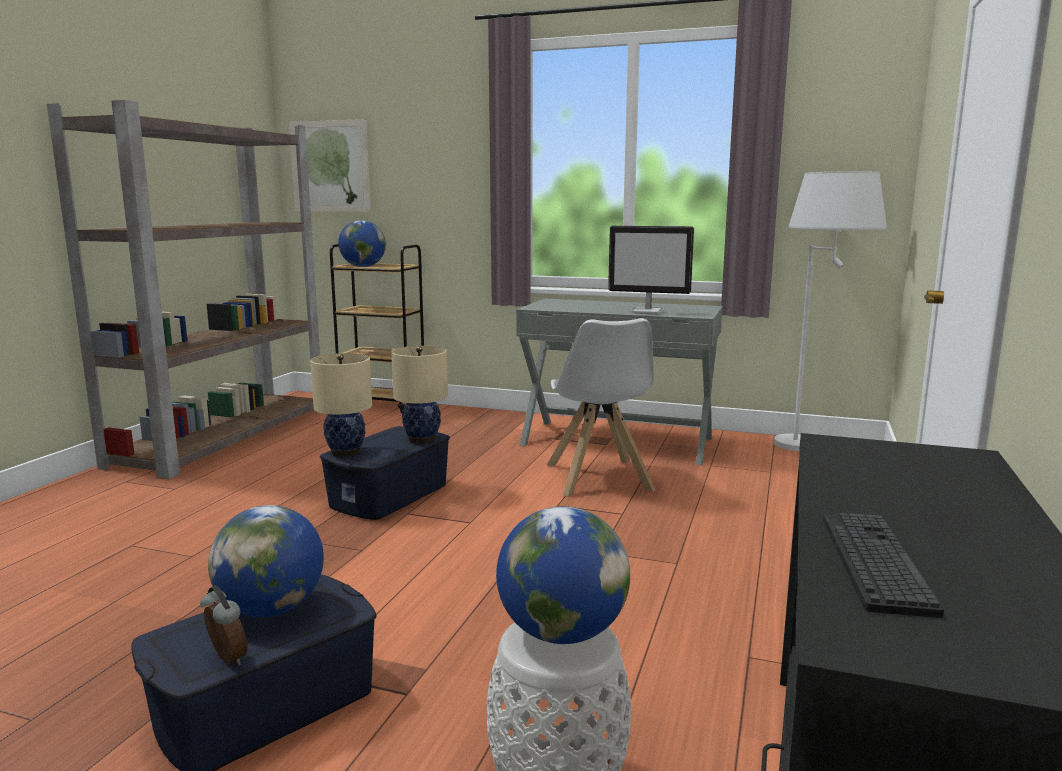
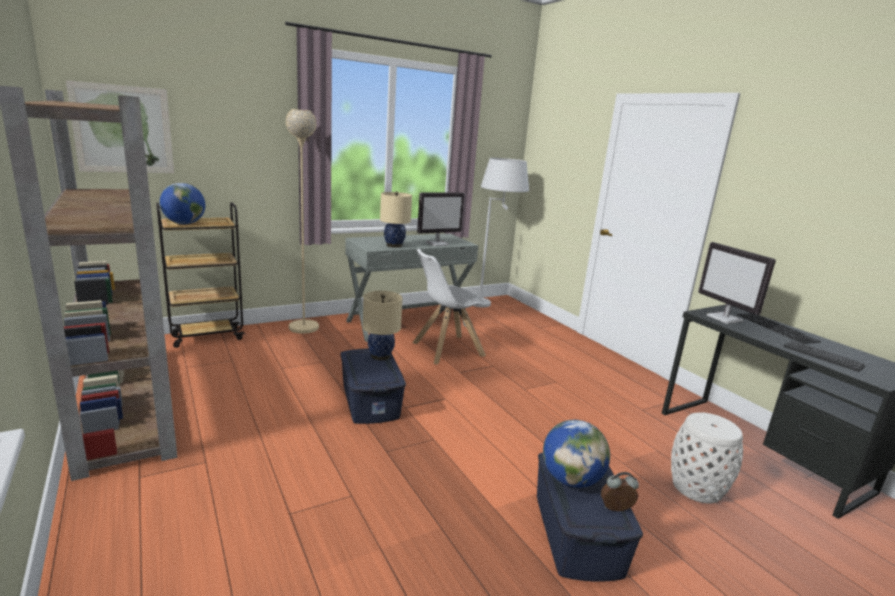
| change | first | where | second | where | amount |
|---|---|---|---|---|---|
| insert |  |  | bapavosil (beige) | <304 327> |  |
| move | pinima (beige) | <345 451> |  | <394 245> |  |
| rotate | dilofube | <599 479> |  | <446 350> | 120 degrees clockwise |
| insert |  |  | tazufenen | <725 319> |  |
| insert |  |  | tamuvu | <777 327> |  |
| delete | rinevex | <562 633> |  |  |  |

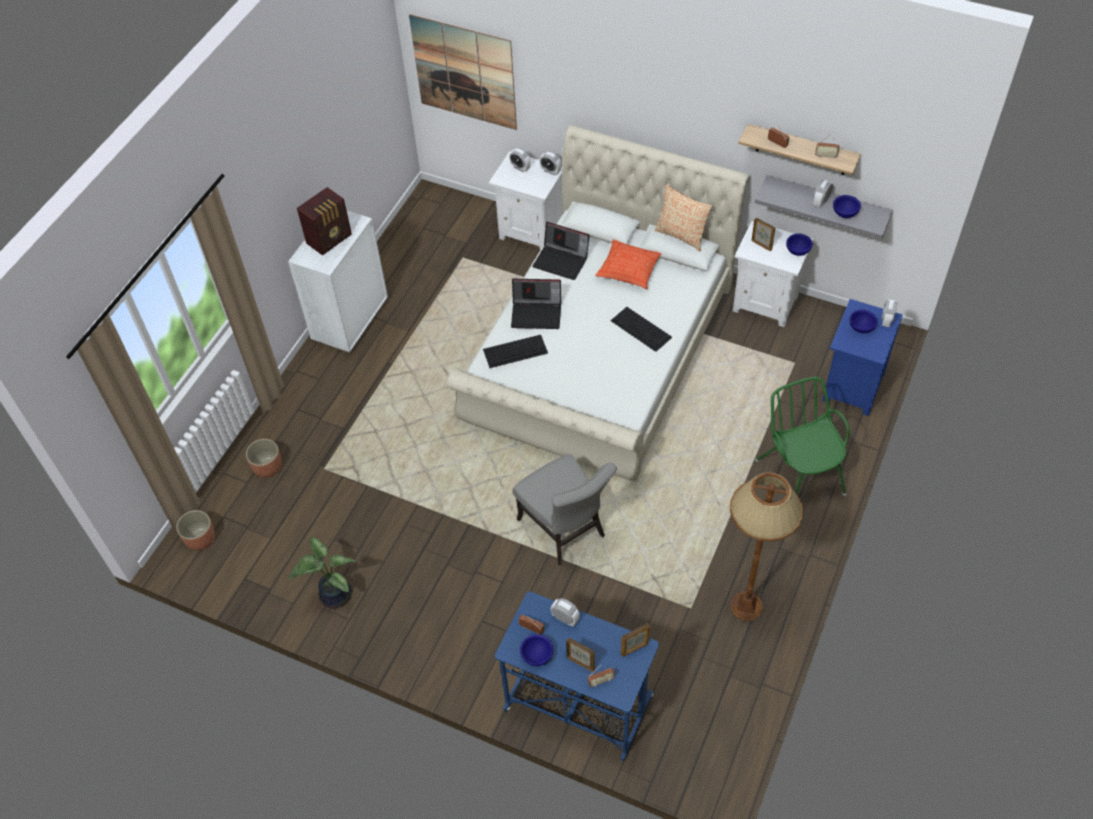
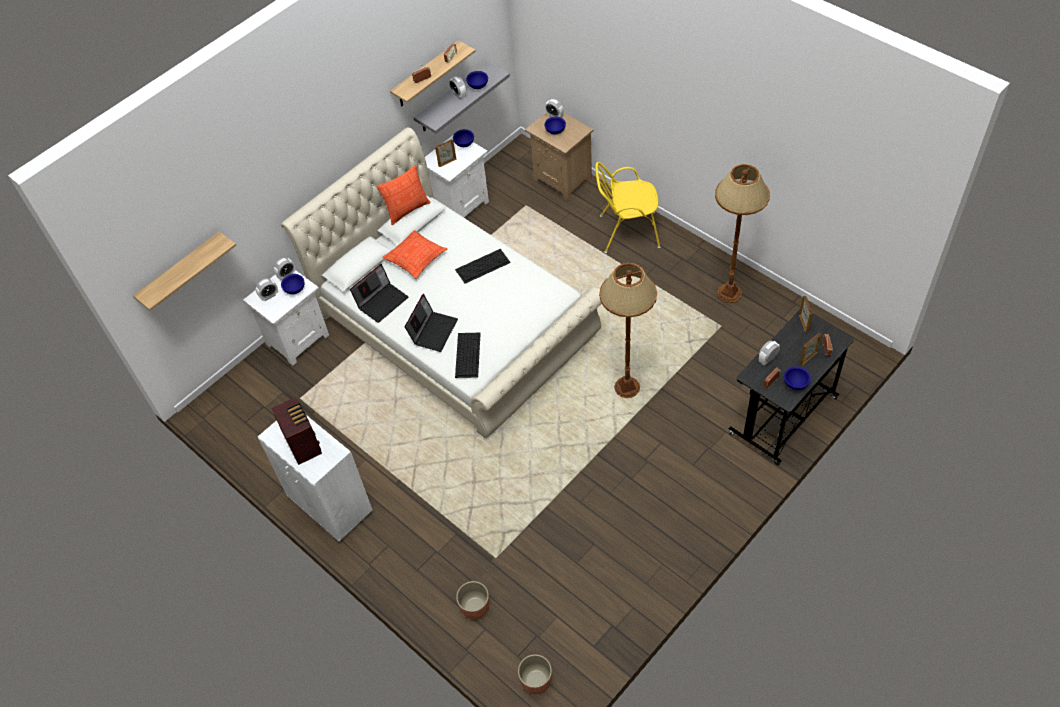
| change | first | where | second | where | amount |
|---|---|---|---|---|---|
| replace | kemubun | <464 72> | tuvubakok | <181 272> |  |
| insert |  |  | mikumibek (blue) | <294 289> |  |
| recolor | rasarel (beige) | <681 236> | rasarel (orange) | <407 210> |  |
| recolor | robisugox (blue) | <851 387> | robisugox (beige) | <562 180> |  |
| recolor | dilofube (green) | <799 473> | dilofube (yellow) | <626 231> |  |
| replace | dilofube (grey) | <565 530> | bapavosil (brown) | <627 388> |  |
| recolor | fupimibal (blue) | <577 703> | fupimibal (black) | <783 416> |  |
| delete | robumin | <333 595> |  |  |  |

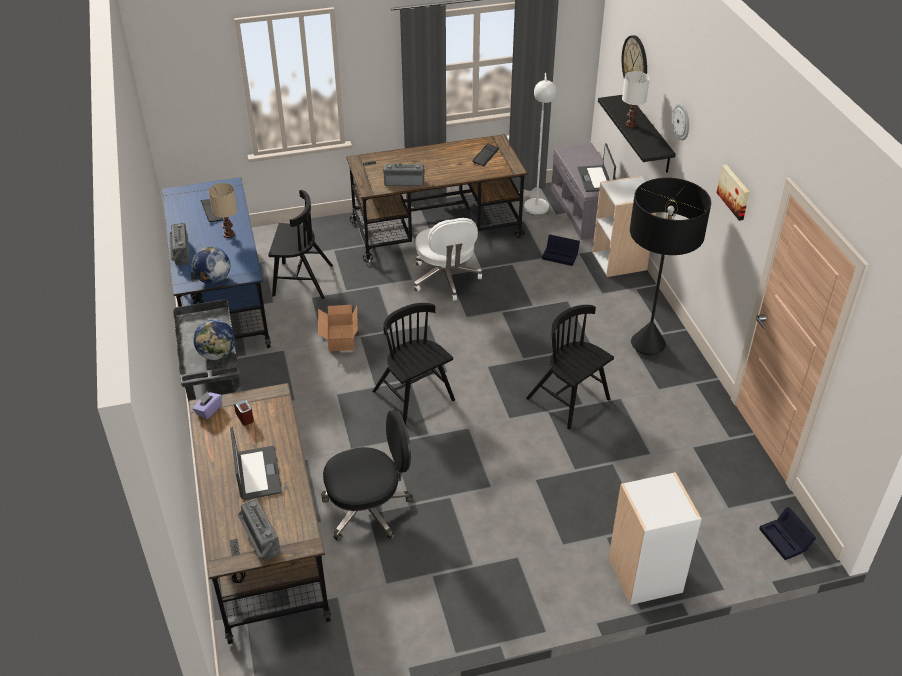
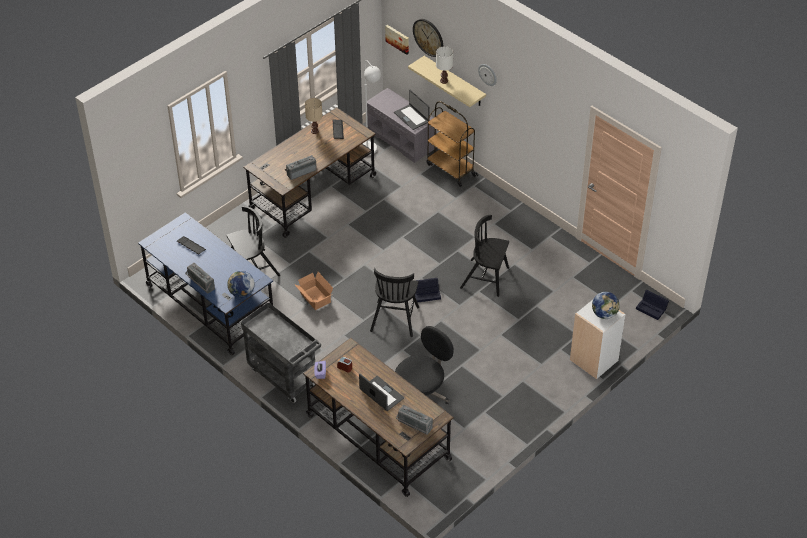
| change | first | where | second | where | amount |
|---|---|---|---|---|---|
| move | pinima (beige) | <229 235> |  | <315 131> |  |
| rotate | dilofube (black) | <416 398> |  | <395 316> | 105 degrees counterclockwise |
| move | kemubun | <734 192> |  | <398 39> |  |
| recolor | tuvubakok (black) | <649 134> | tuvubakok (beige) | <454 82> |  |
| move | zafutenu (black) | <561 255> |  | <427 293> |  |
| replace | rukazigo | <619 261> | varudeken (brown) | <450 169> |  |
| move | rinevex | <217 354> |  | <604 314> |  |
| delete | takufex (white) | <446 279> |  |  |  |
| delete | bapavosil (black) | <647 346> |  |  |  |

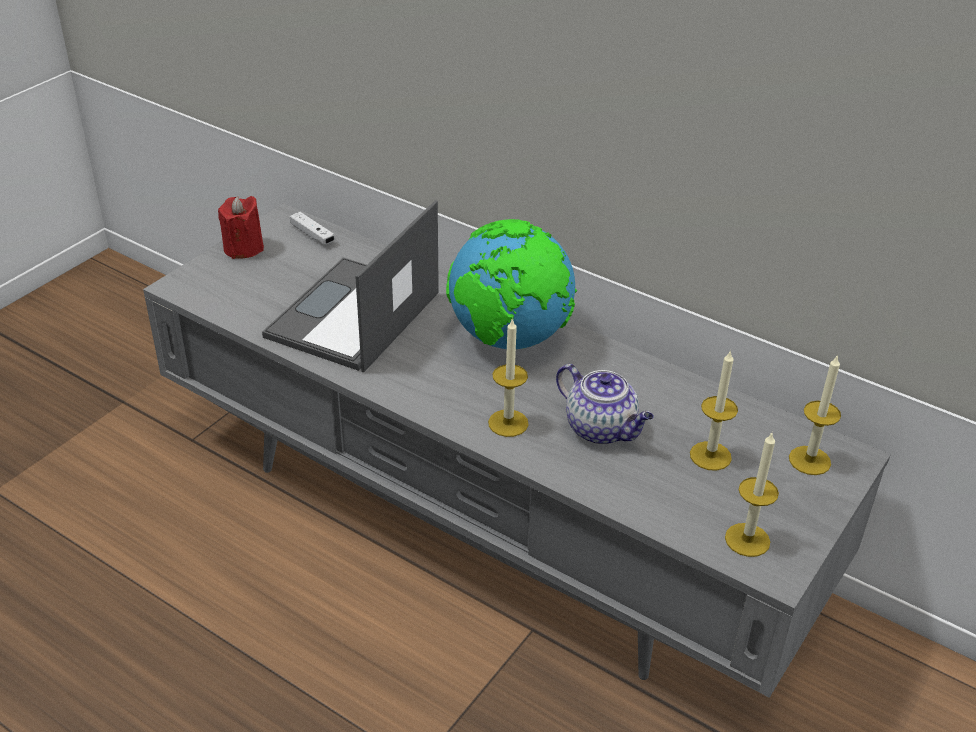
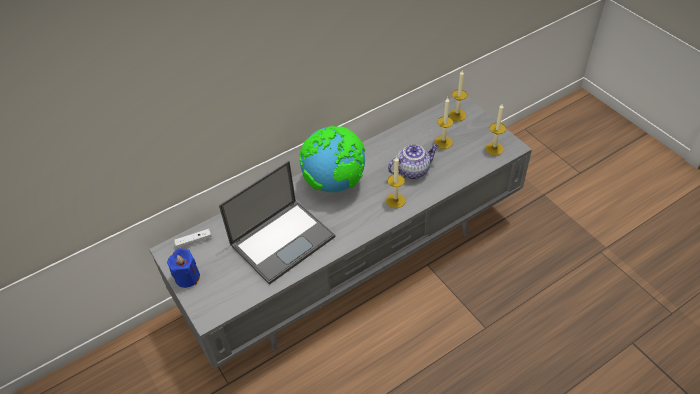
| change | first | where | second | where | amount |
|---|---|---|---|---|---|
| recolor | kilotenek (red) | <243 248> | kilotenek (blue) | <187 277> |  |
| rotate | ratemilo | <353 316> |  | <283 240> | 90 degrees counterclockwise |

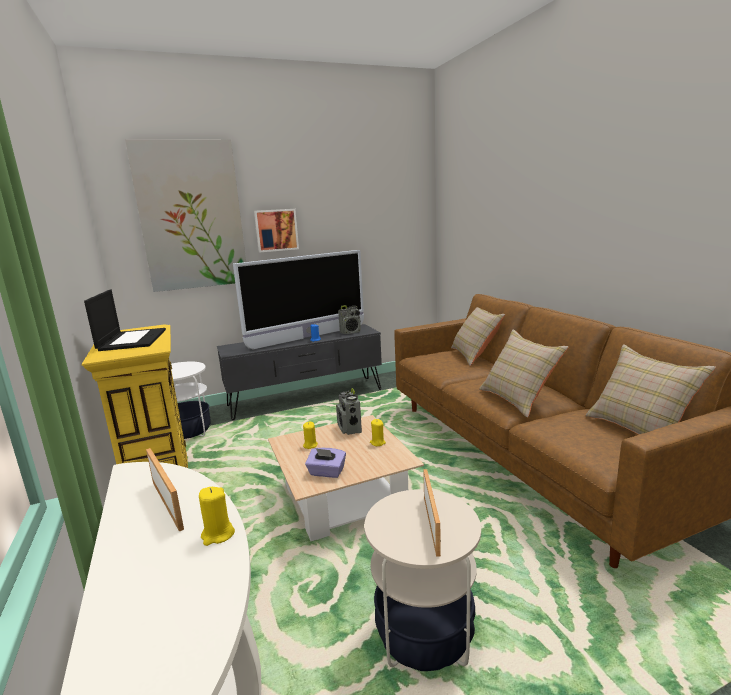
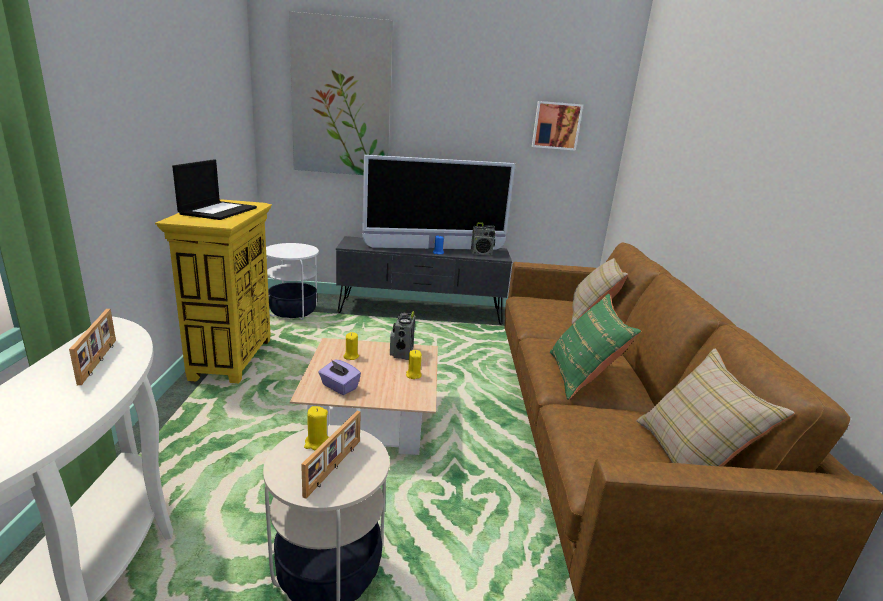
| change | first | where | second | where | amount |
|---|---|---|---|---|---|
| move | kilotenek (yellow) | <218 535> |  | <317 443> |  |
| move | kemubun | <276 230> |  | <556 125> |  |
| recolor | rasarel (beige) | <518 399> | rasarel (green) | <582 377> |  |

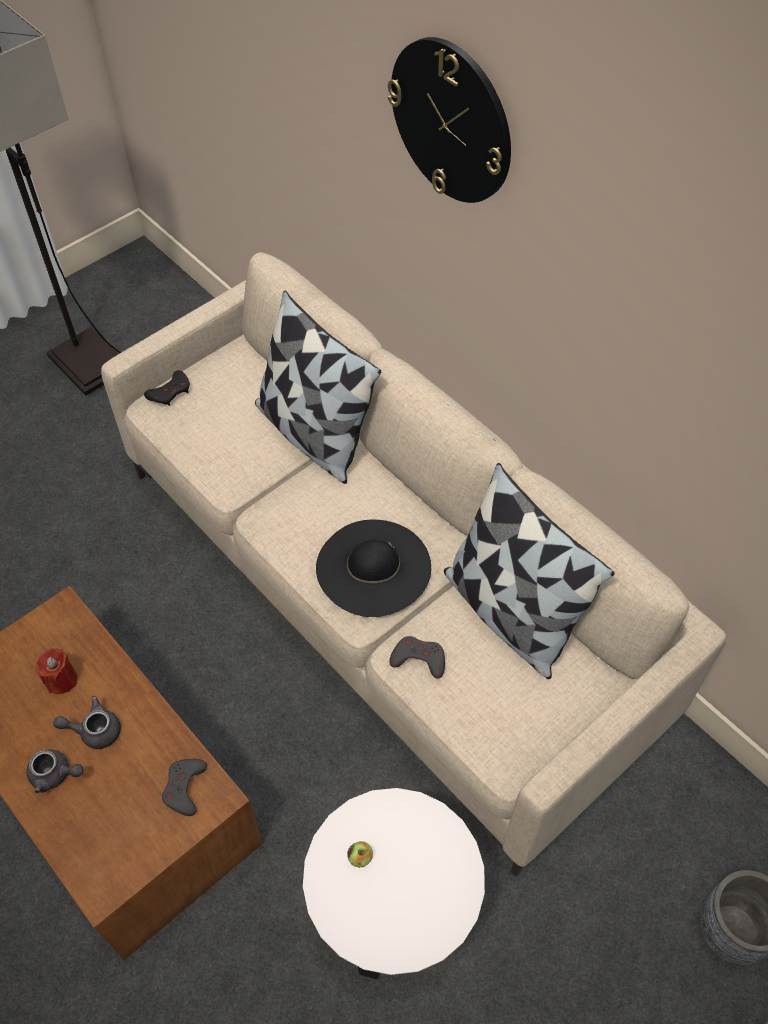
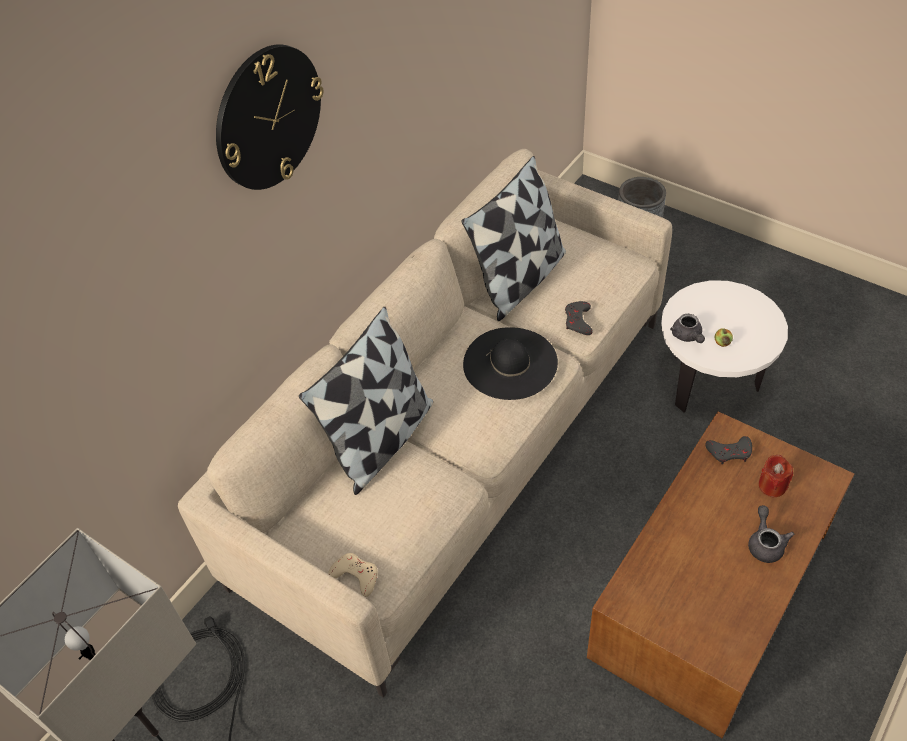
| change | first | where | second | where | amount |
|---|---|---|---|---|---|
| recolor | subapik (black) | <170 392> | subapik (beige) | <356 575> |  |
| move | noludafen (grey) | <94 730> |  | <687 336> |  |
| move | kilotenek (red) | <61 680> |  | <772 485> |  |

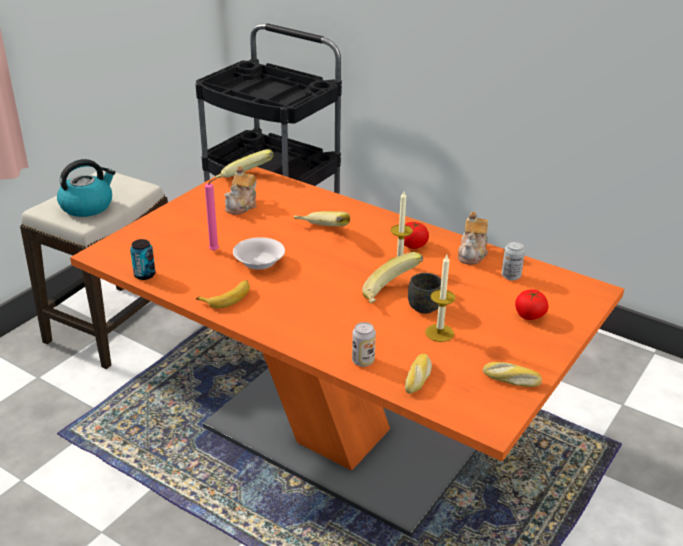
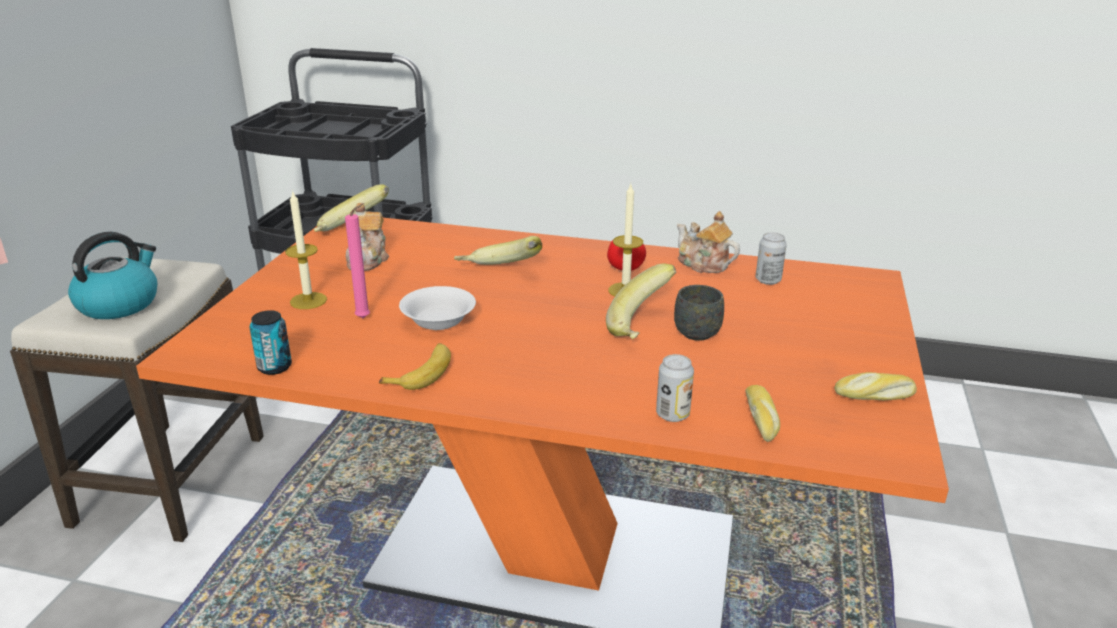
| change | first | where | second | where | amount |
|---|---|---|---|---|---|
| move | kilotenek | <439 333> |  | <308 301> |  |
| rotate | noludafen | <472 253> |  | <703 264> | 135 degrees clockwise |
| delete | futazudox | <529 315> |  |  |  |

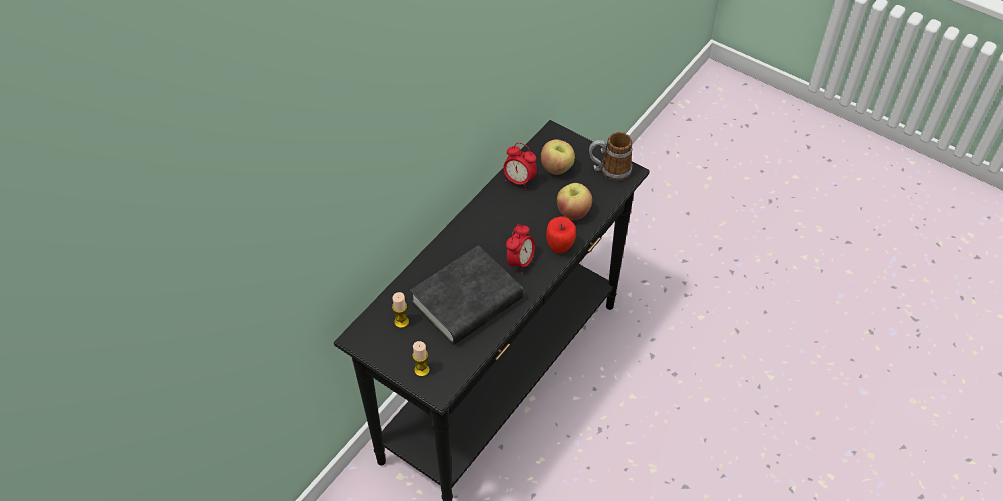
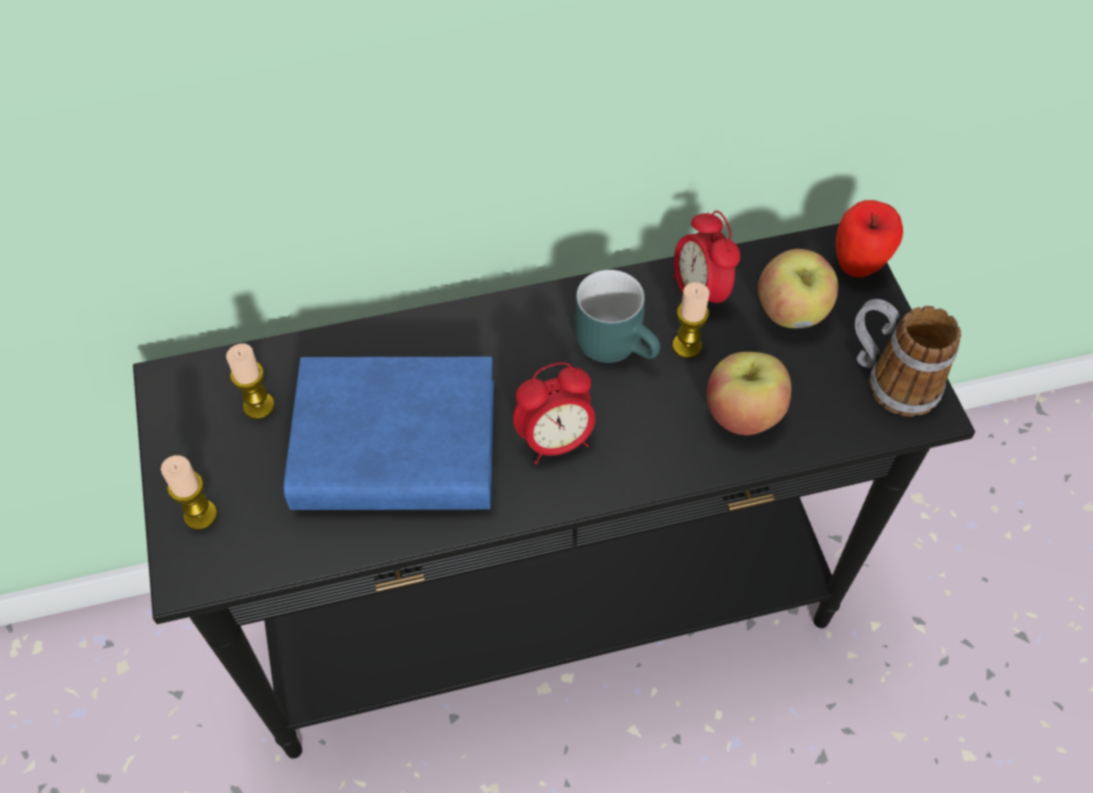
| change | first | where | second | where | amount |
|---|---|---|---|---|---|
| recolor | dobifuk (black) | <467 301> | dobifuk (blue) | <396 446> |  |
| insert |  |  | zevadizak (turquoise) | <618 343> |  |
| insert |  |  | kilotenek | <687 346> |  |
| move | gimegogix | <560 247> |  | <858 266> |  |

